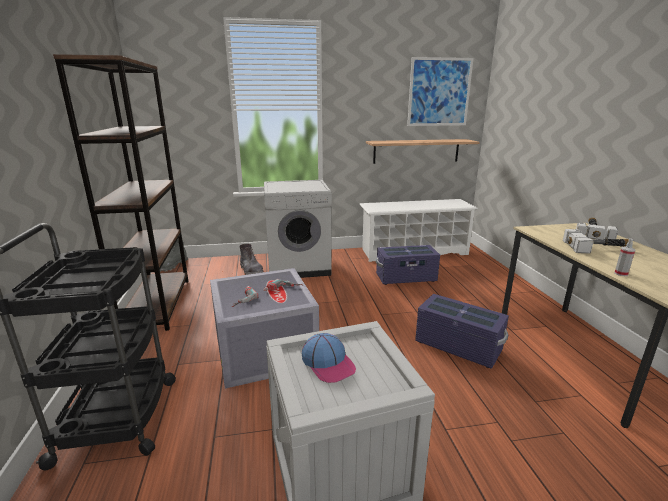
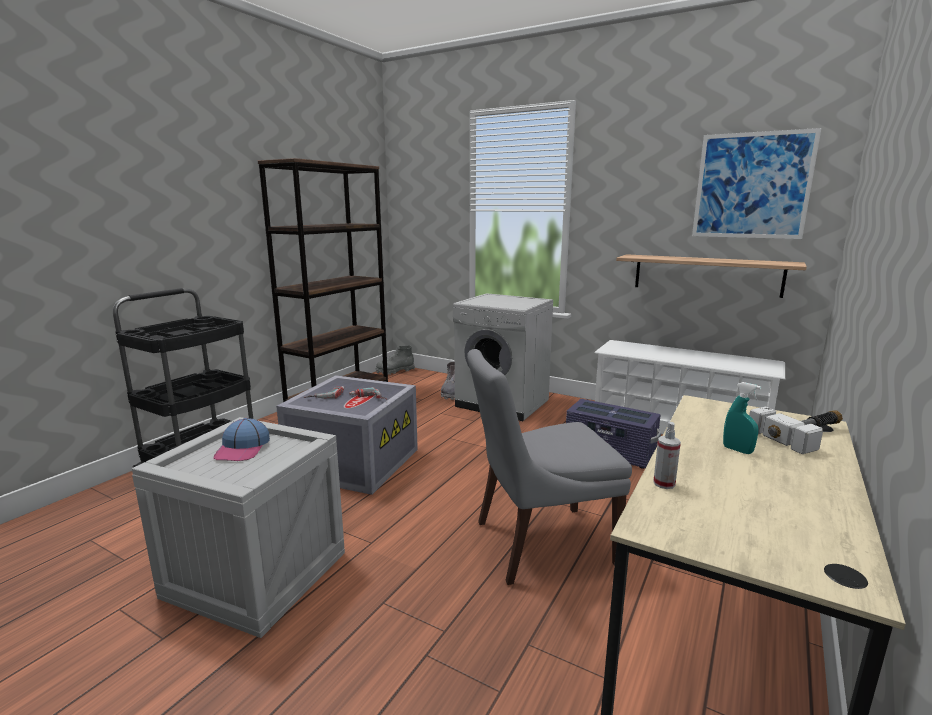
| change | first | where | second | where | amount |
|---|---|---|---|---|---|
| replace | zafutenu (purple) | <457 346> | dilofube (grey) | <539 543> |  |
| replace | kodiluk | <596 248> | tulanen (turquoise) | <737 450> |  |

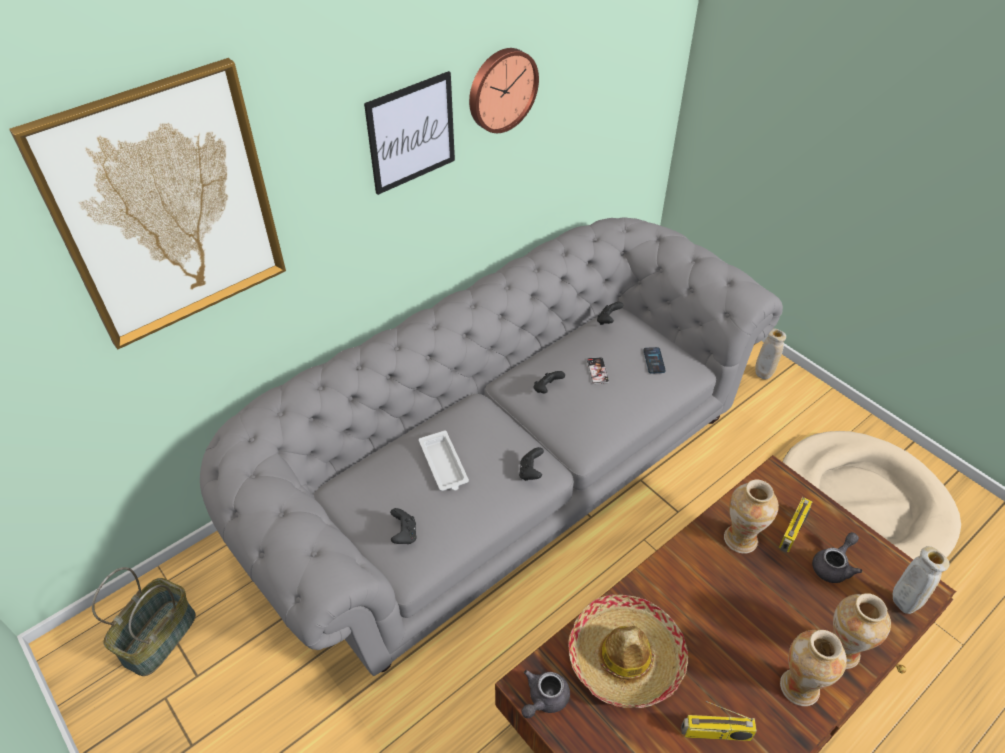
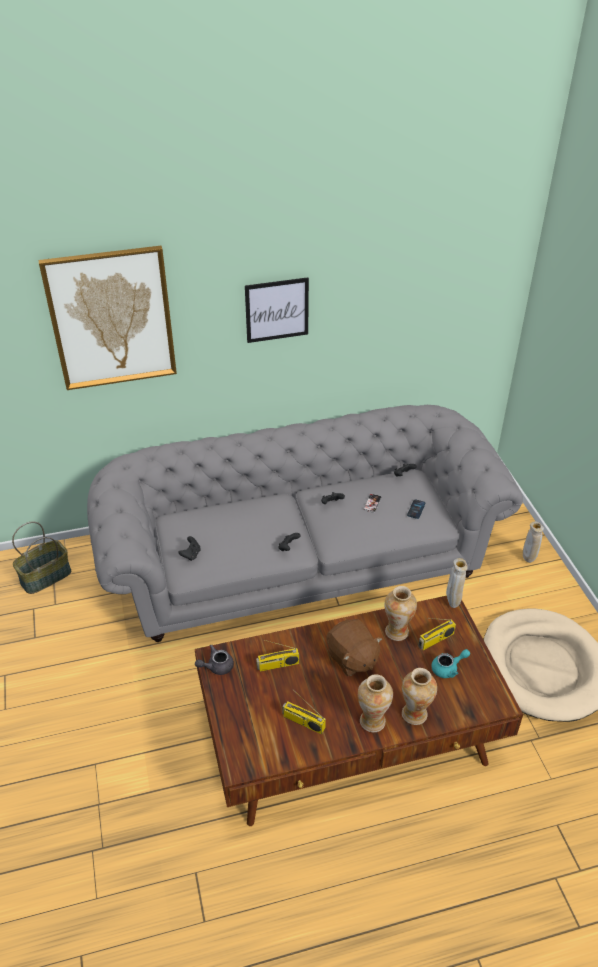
| change | first | where | second | where | amount |
|---|---|---|---|---|---|
| replace | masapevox | <625 657> | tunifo | <277 665> |  |
| insert |  |  | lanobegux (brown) | <352 658> |  |
| recolor | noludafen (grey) | <833 566> | noludafen (turquoise) | <448 668> |  |
| move | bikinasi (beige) | <901 605> |  | <452 603> |  |
| delete | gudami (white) | <444 465> |  |  |  |
| delete | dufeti | <501 89> |  |  |  |

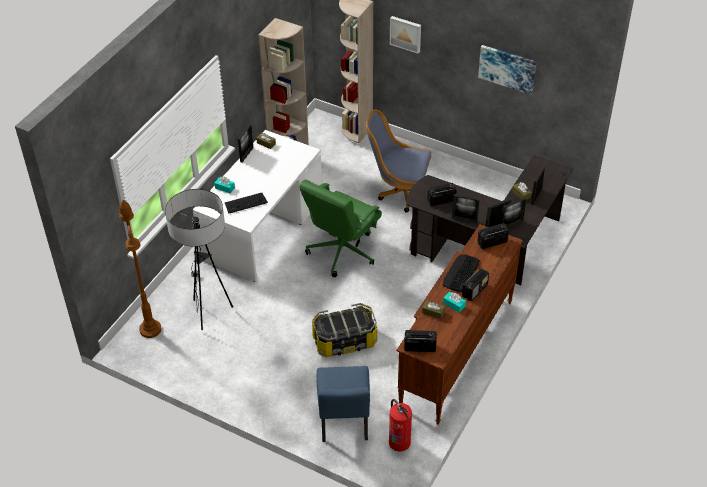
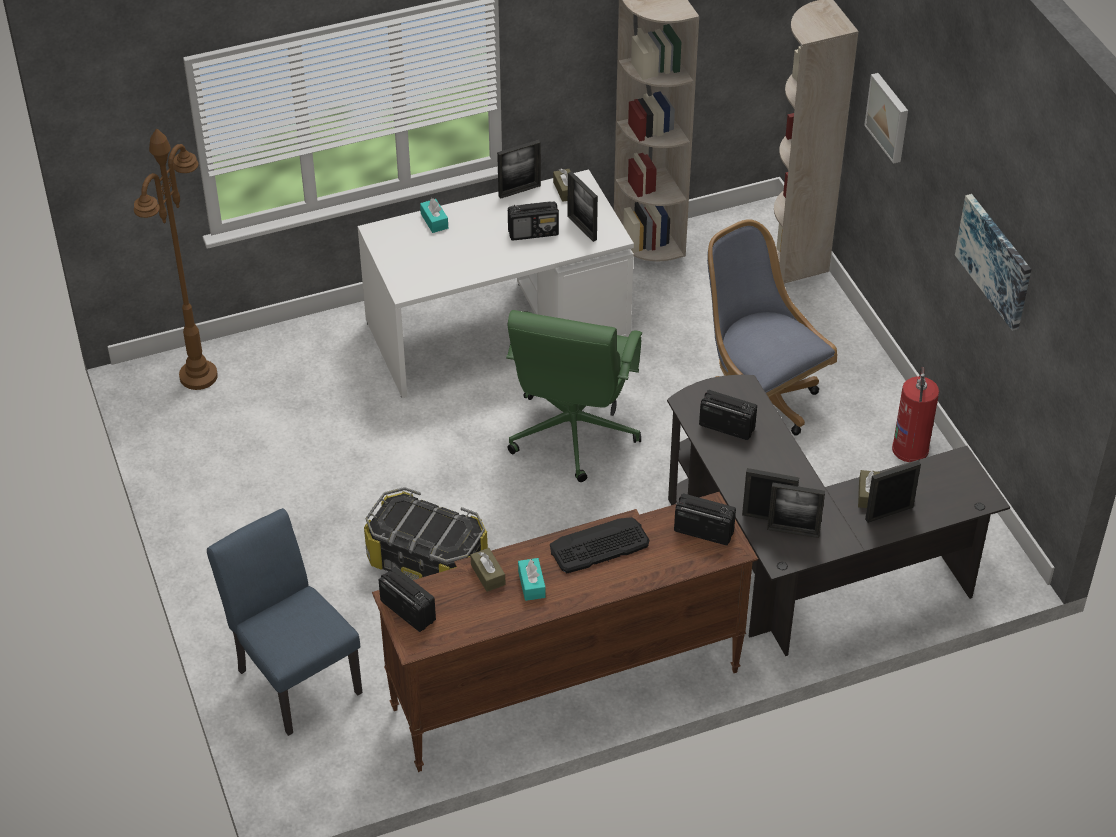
| change | first | where | second | where | amount |
|---|---|---|---|---|---|
| rotate | dilofube (blue) | <344 423> |  | <294 675> | 105 degrees clockwise |
| rotate | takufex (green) | <342 251> |  | <573 431> | 60 degrees counterclockwise |
| move | tunifo | <475 290> |  | <534 232> |  |
| move | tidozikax | <464 220> |  | <582 228> |  |
| move | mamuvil | <399 441> |  | <910 448> |  |
| delete | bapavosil | <209 312> |  |  |  |
| delete | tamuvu | <246 203> |  |  |  |

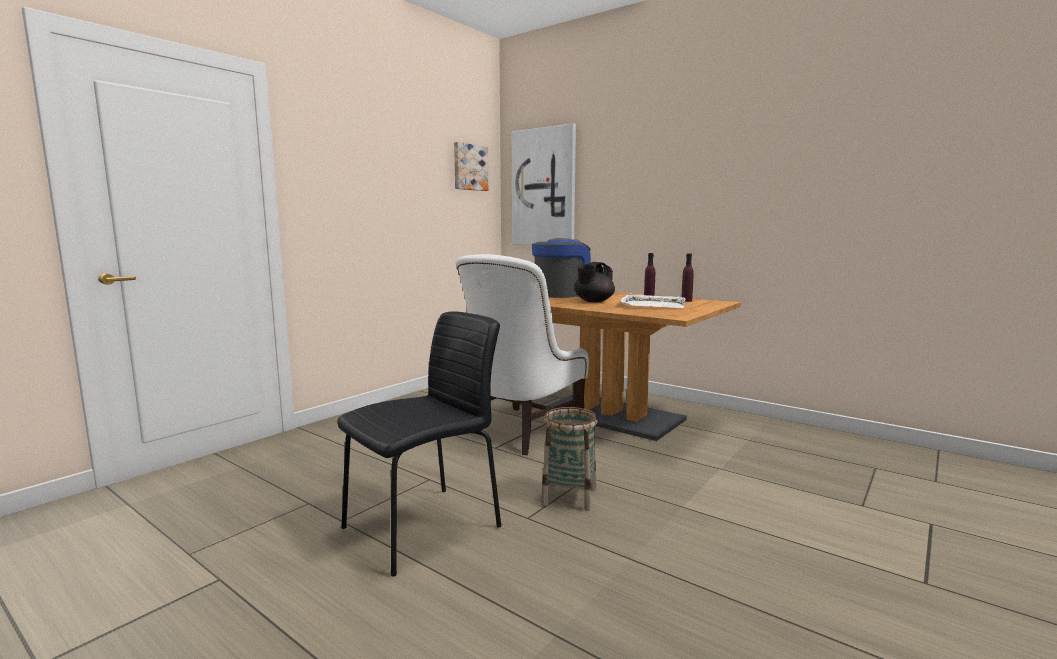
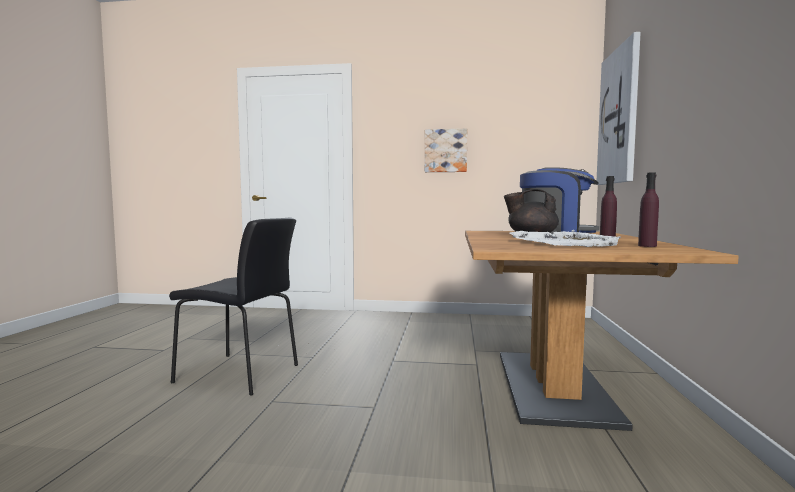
| change | first | where | second | where | amount |
|---|---|---|---|---|---|
| move | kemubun | <469 167> |  | <445 151> |  |
| delete | dilofube (white) | <520 430> |  |  |  |
| delete | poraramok | <569 496> |  |  |  |

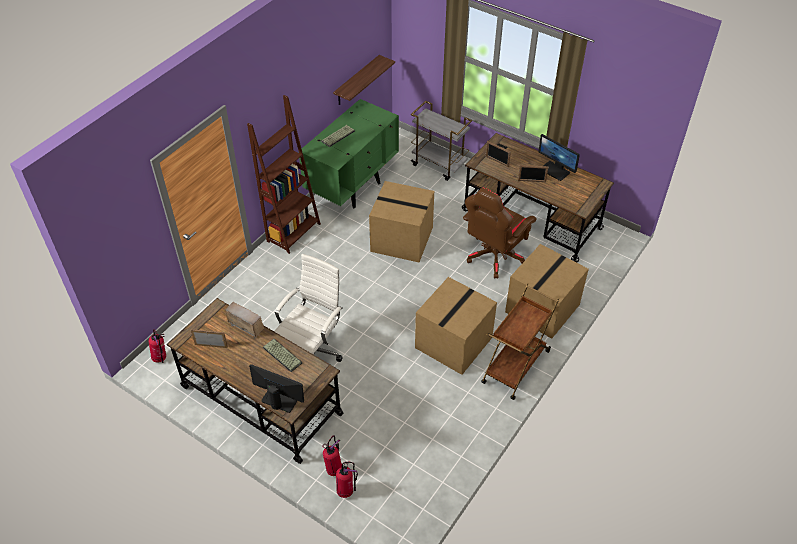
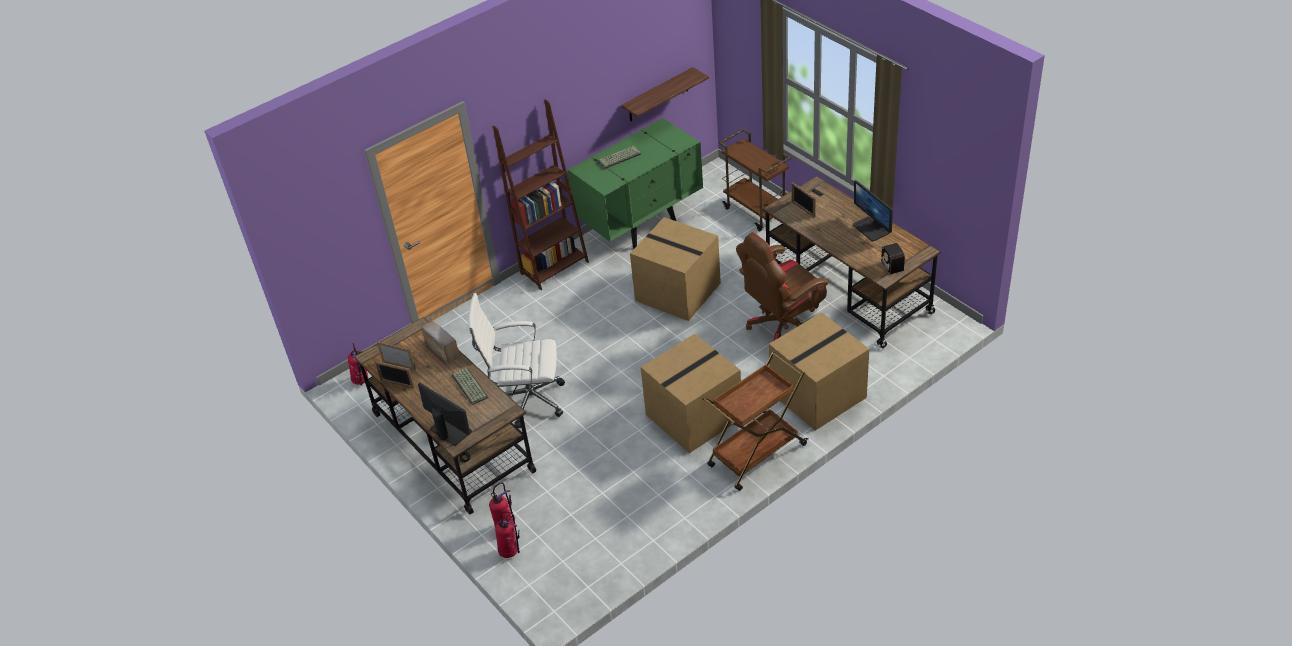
| change | first | where | second | where | amount |
|---|---|---|---|---|---|
| move | tidozikax | <531 181> |  | <397 384> |  |
| rotate | takufex (white) | <312 352> |  | <527 401> | 135 degrees counterclockwise |
| recolor | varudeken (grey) | <439 167> | varudeken (brown) | <756 214> |  |
| insert |  |  | tunifo | <890 260> |  |

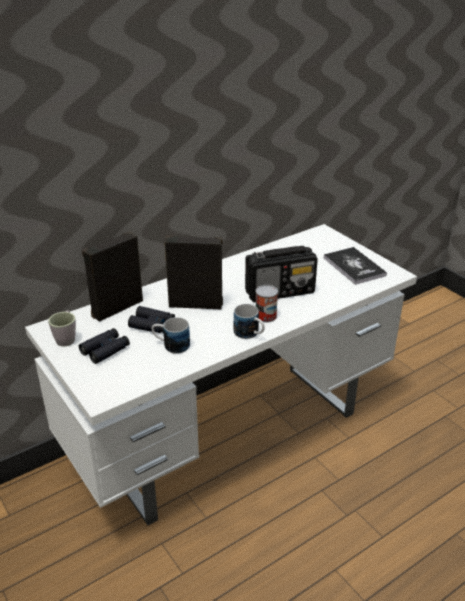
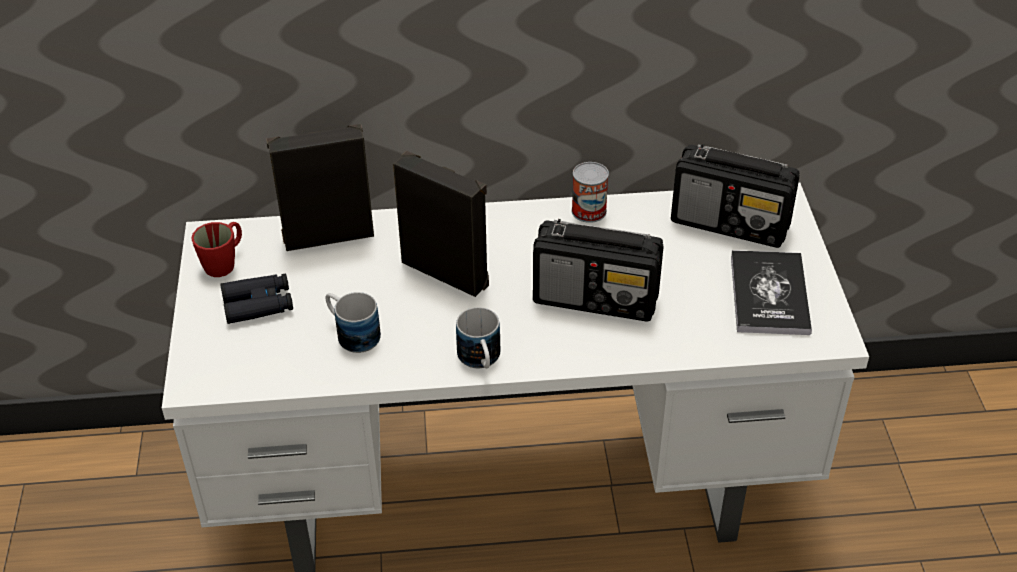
| change | first | where | second | where | amount |
|---|---|---|---|---|---|
| recolor | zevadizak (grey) | <67 337> | zevadizak (red) | <224 262> |  |
| move | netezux | <265 316> |  | <589 211> |  |
| insert |  |  | tunifo | <731 224> |  |
| delete | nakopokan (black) | <152 325> |  |  |  |

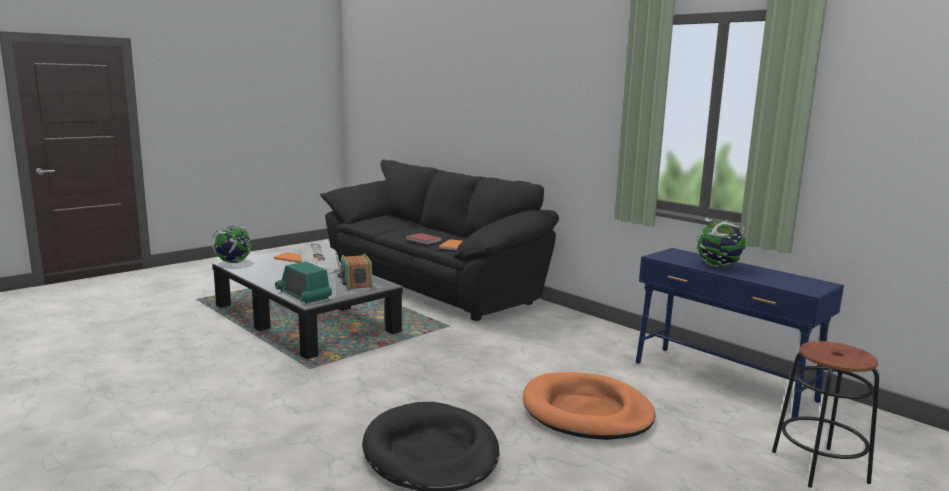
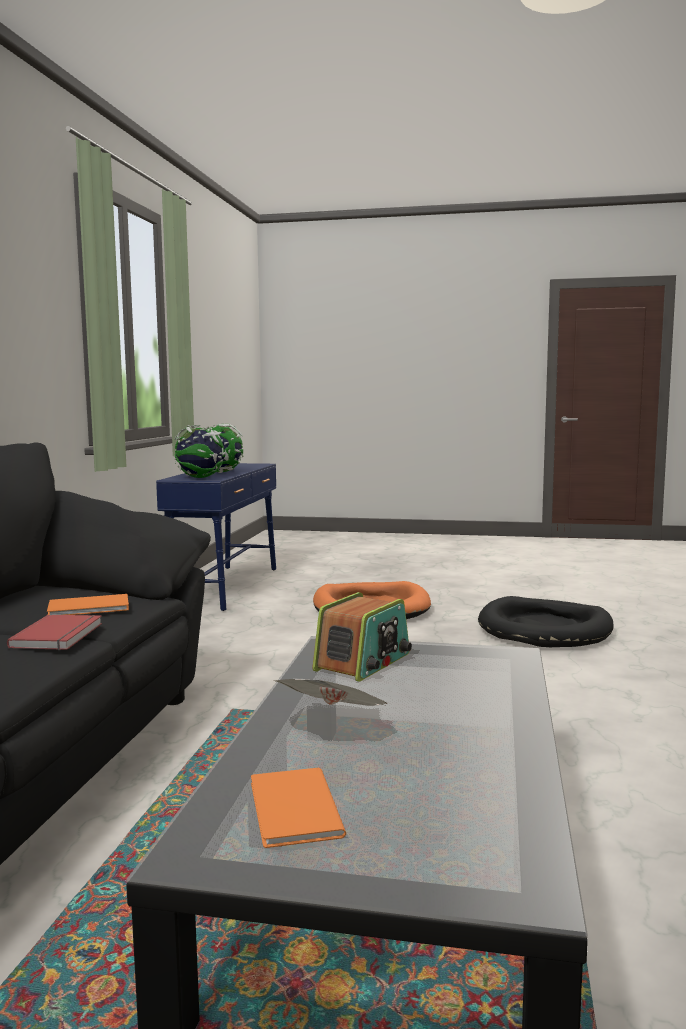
| change | first | where | second | where | amount |
|---|---|---|---|---|---|
| move | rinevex | <233 262> |  | <200 478> |  |
| delete | tunifo | <304 295> |  |  |  |
| delete | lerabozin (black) | <819 466> |  |  |  |

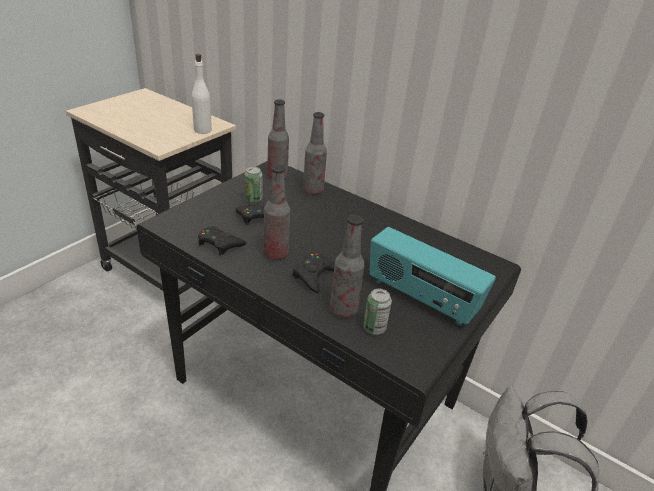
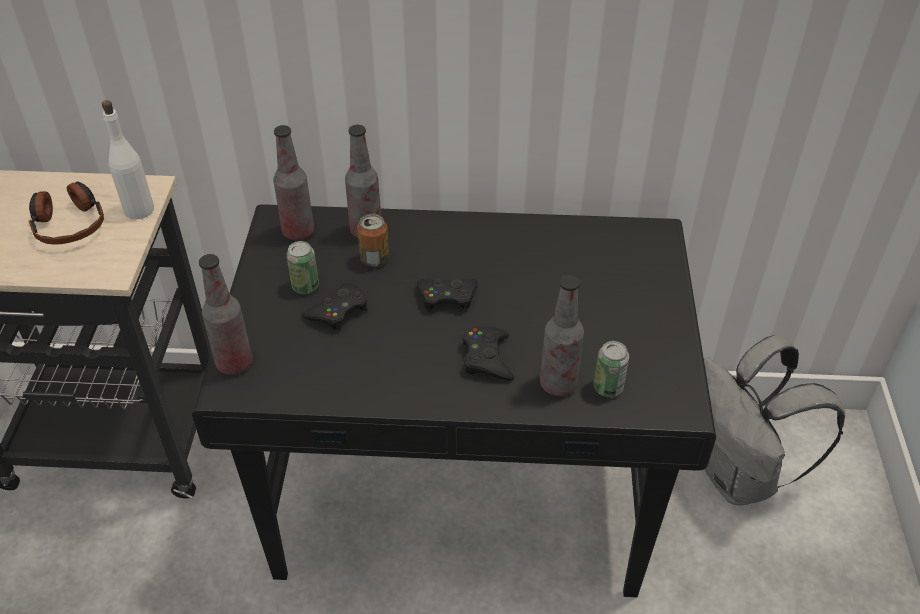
| change | first | where | second | where | amount |
|---|---|---|---|---|---|
| insert |  |  | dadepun | <69 223> |  |
| move | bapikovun | <275 254> |  | <234 363> |  |
| insert |  |  | netezux | <374 259> |  |
| move | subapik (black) | <220 244> |  | <447 297> |  |
| delete | tunifo | <421 298> |  |  |  |

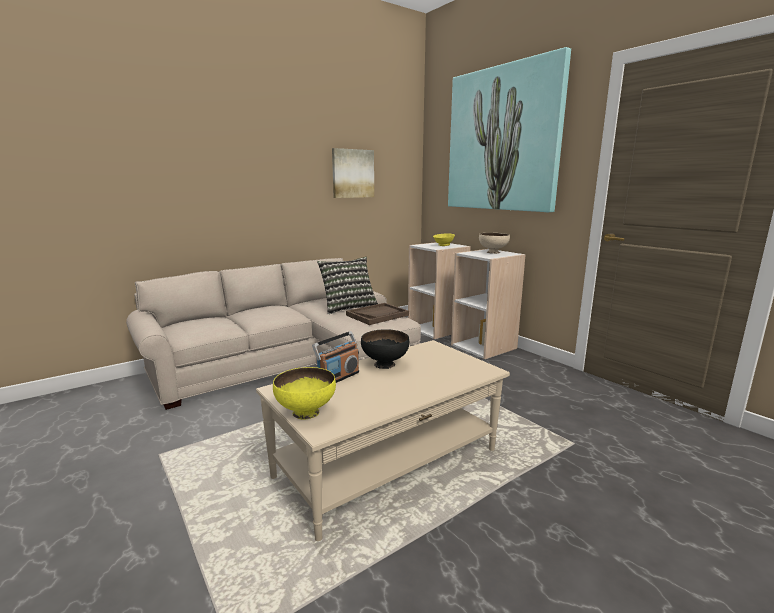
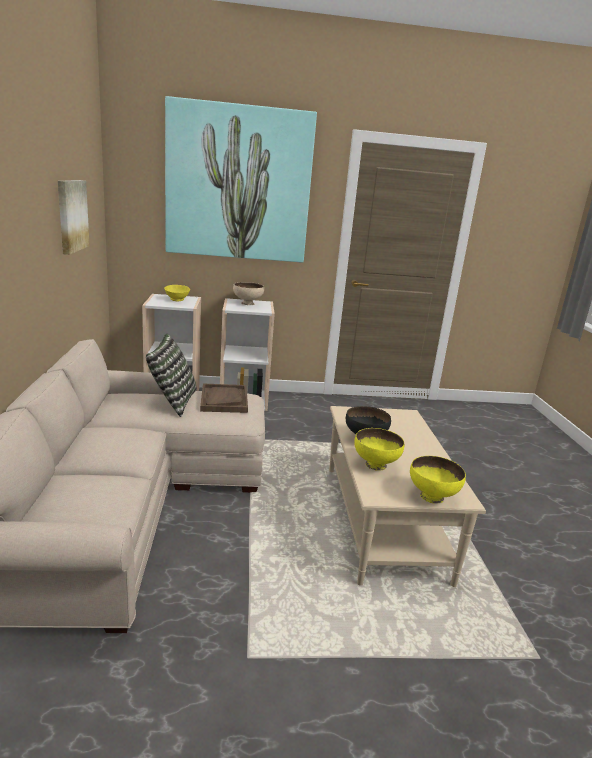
| change | first | where | second | where | amount |
|---|---|---|---|---|---|
| replace | tunifo | <338 378> | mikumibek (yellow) | <375 465> |  |

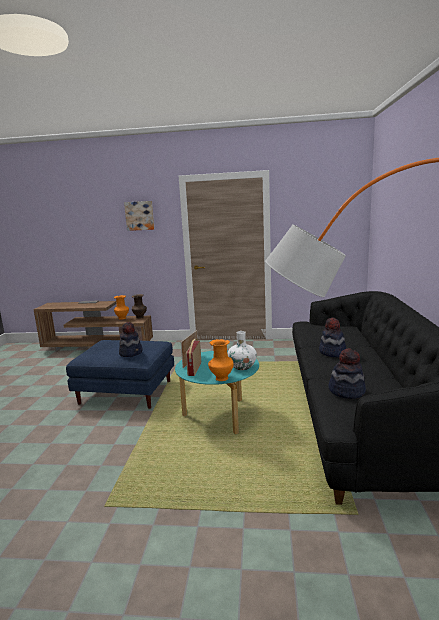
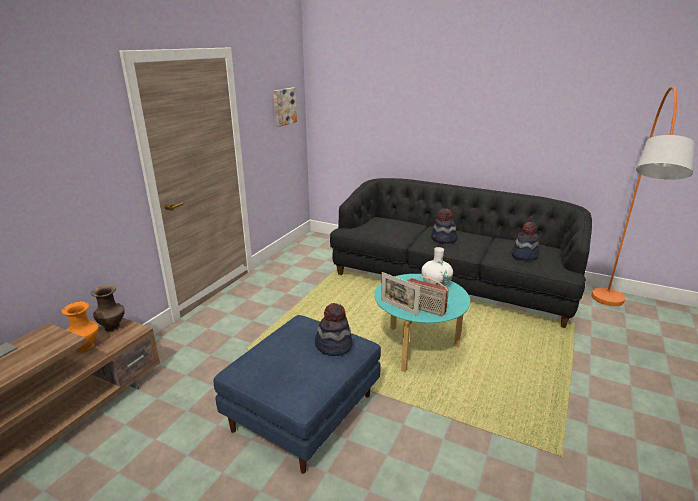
| change | first | where | second | where | amount |
|---|---|---|---|---|---|
| move | kemubun | <139 215> |  | <283 106> |  |
| delete | bikinasi (orange) | <221 378> |  |  |  |

